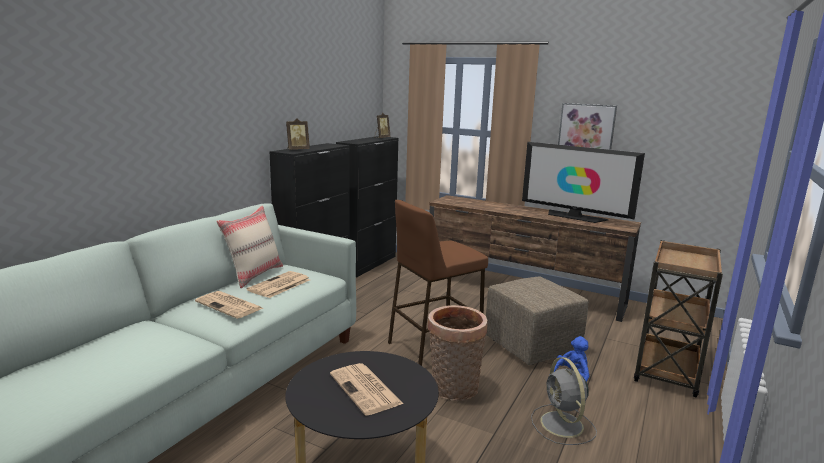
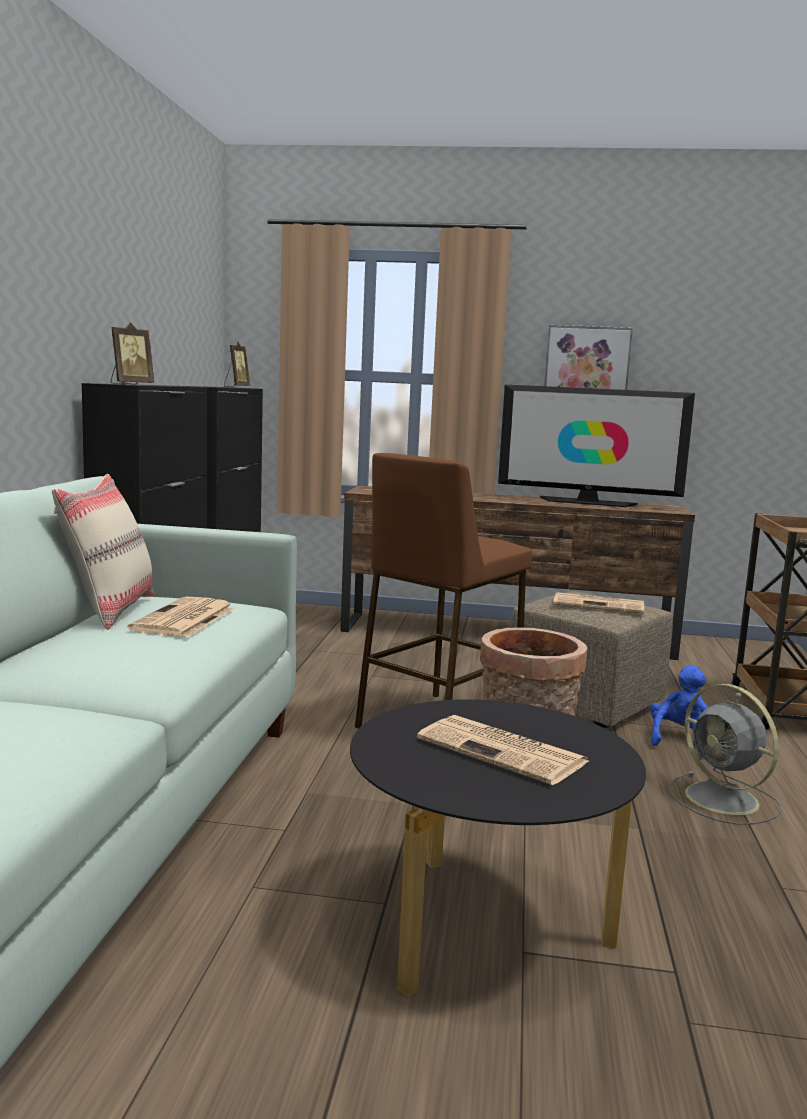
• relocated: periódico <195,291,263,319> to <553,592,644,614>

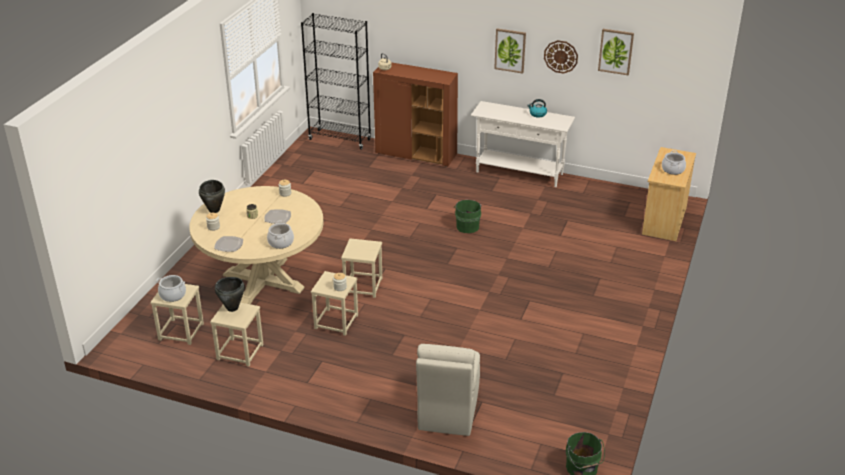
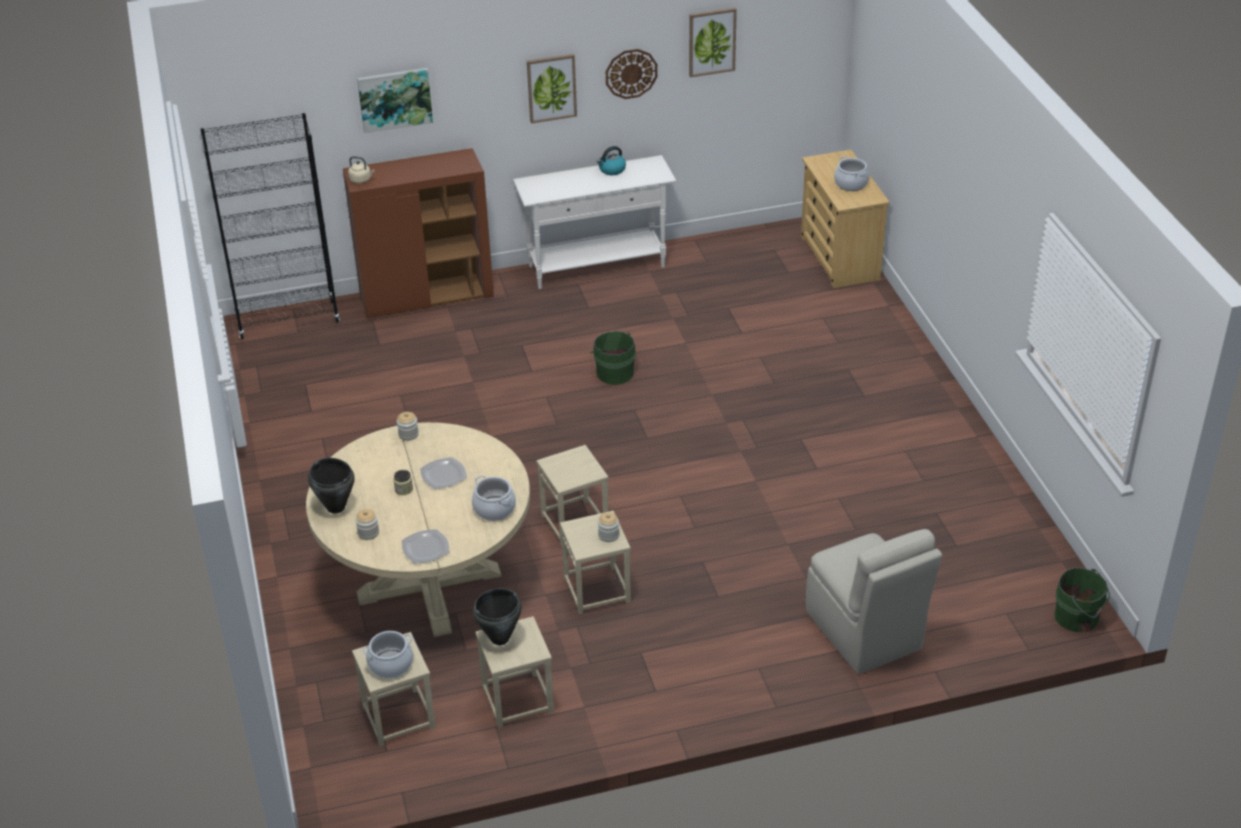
• appeared: cuadro <357,68,433,133>

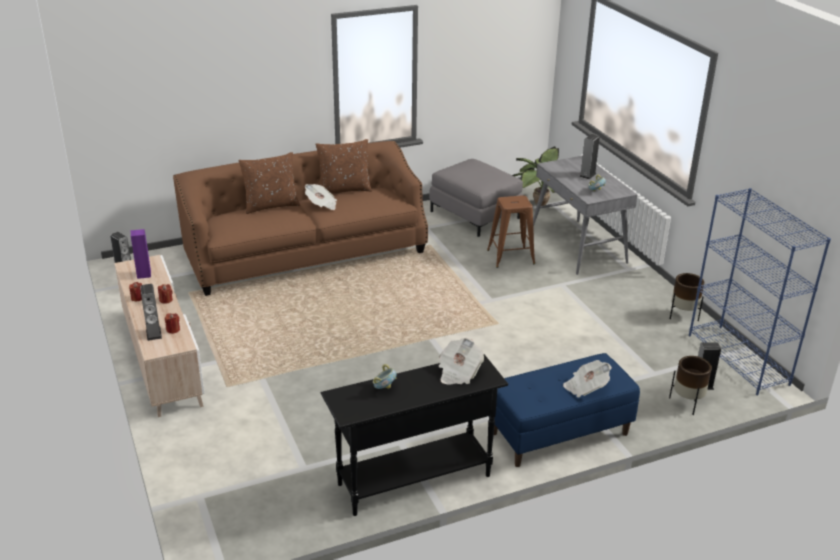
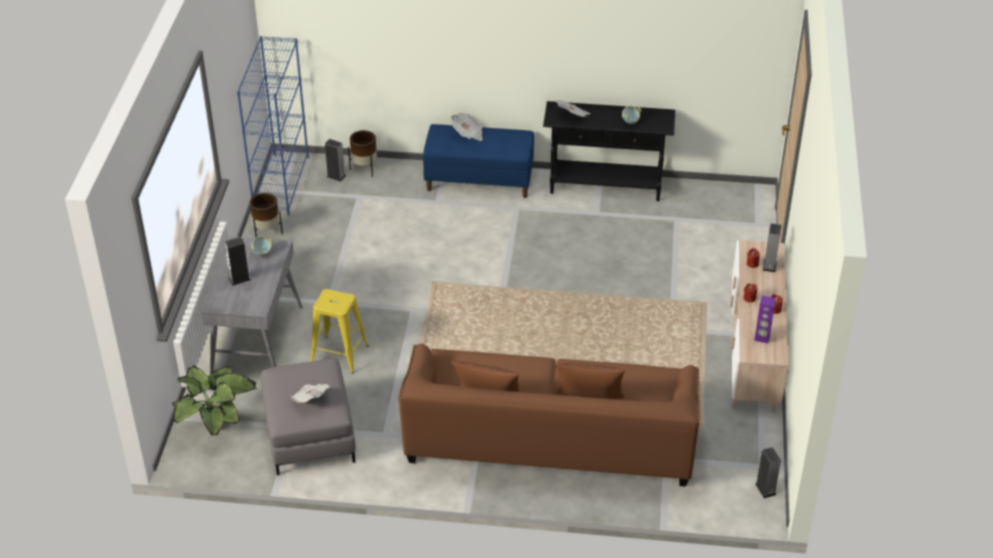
• relocated: periódico <305,184,337,210> to <290,384,330,403>
• colour: taburete [marrón] <487,195,535,268> to taburete [amarillo] <310,289,369,373>

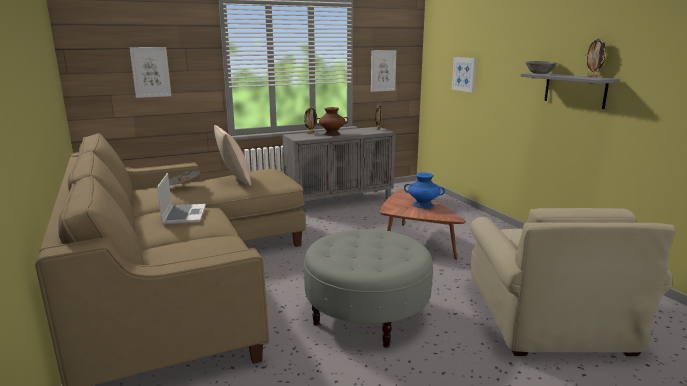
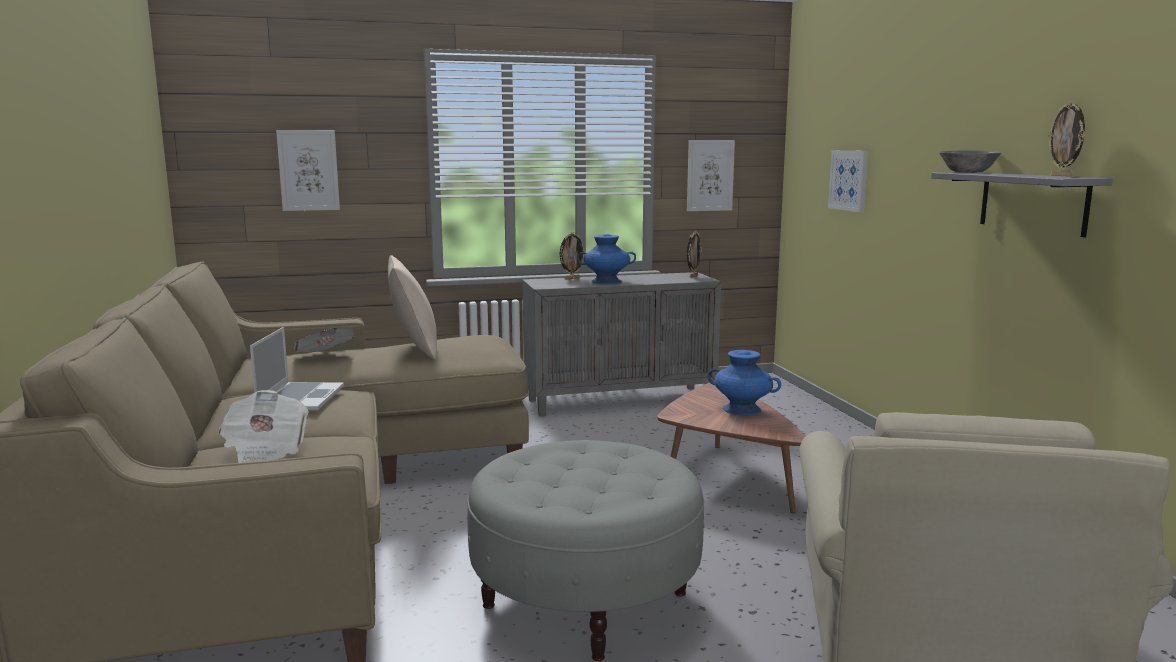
• appeared: periódico <219,390,309,463>
• colour: florero [marrón] <316,107,348,136> to florero [azul] <577,234,636,284>

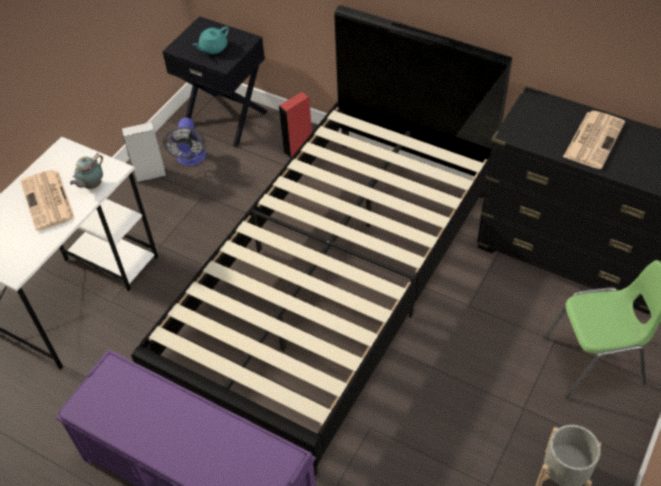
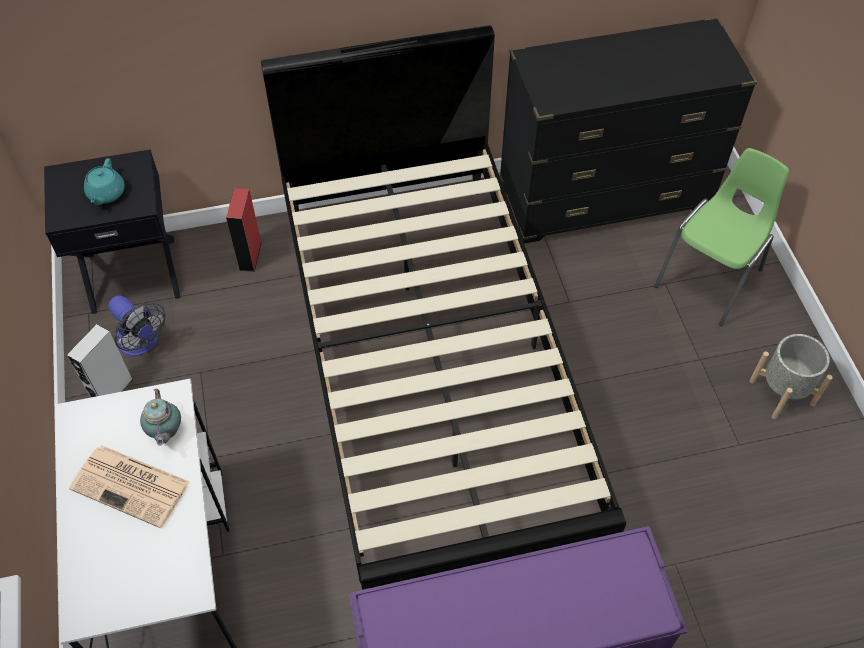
• missing: periódico <563,111,625,169>

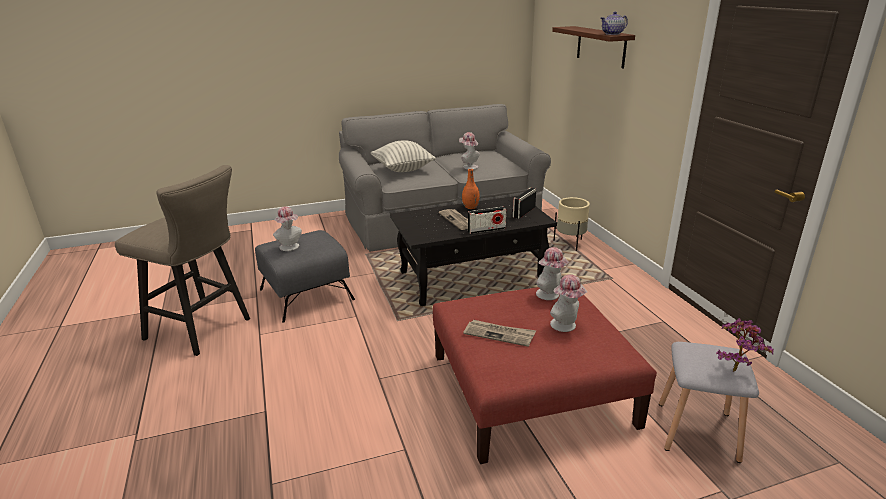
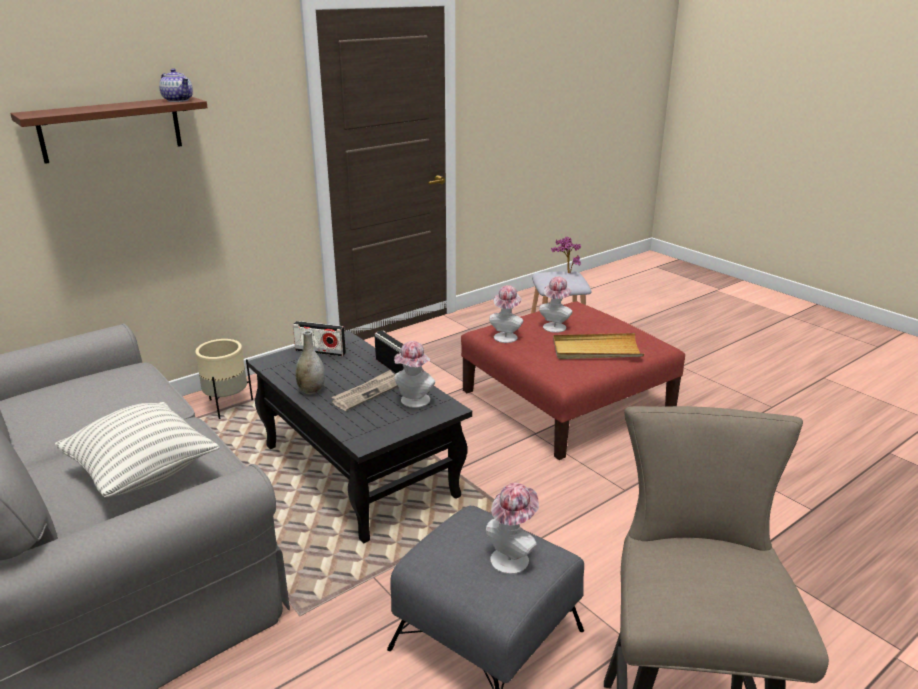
• relocated: sombrero <459,132,480,170> to <394,341,435,408>
• exchanged: periódico <463,320,536,347> to bandeja [beis] <553,333,644,359>
• colour: florero [naranja] <462,169,480,209> to florero [gris] <295,330,325,394>

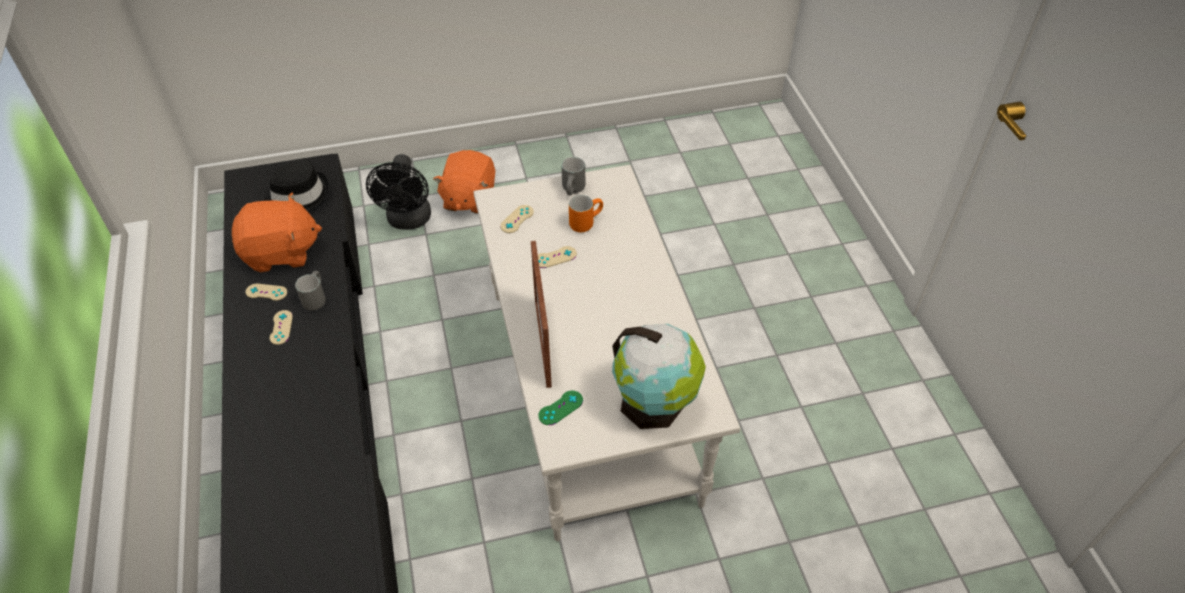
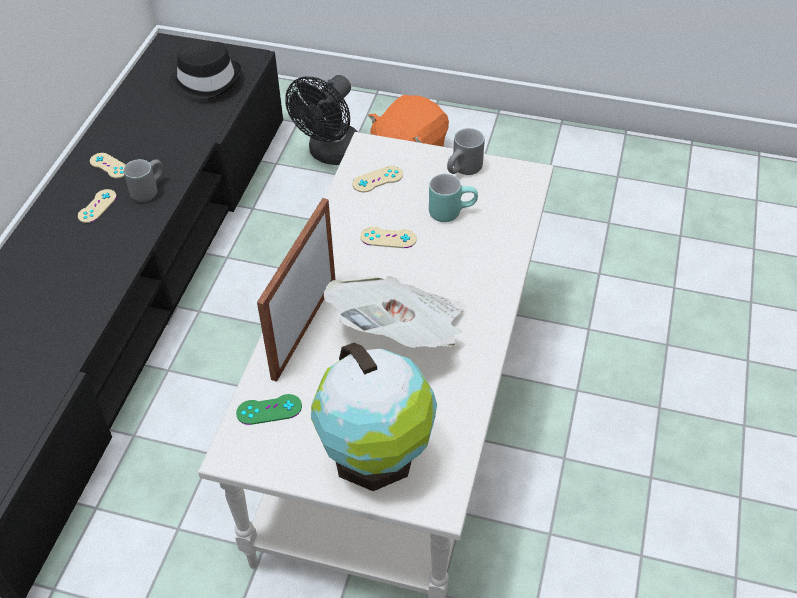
• missing: peluche [naranja] <232,193,322,272>
• appeared: periódico <324,276,465,348>
• colour: taza grande [naranja] <569,195,603,232> to taza grande [turquesa] <429,174,478,222>

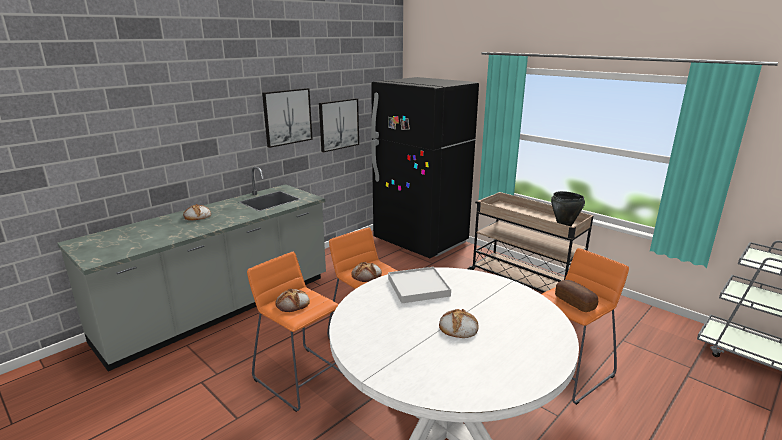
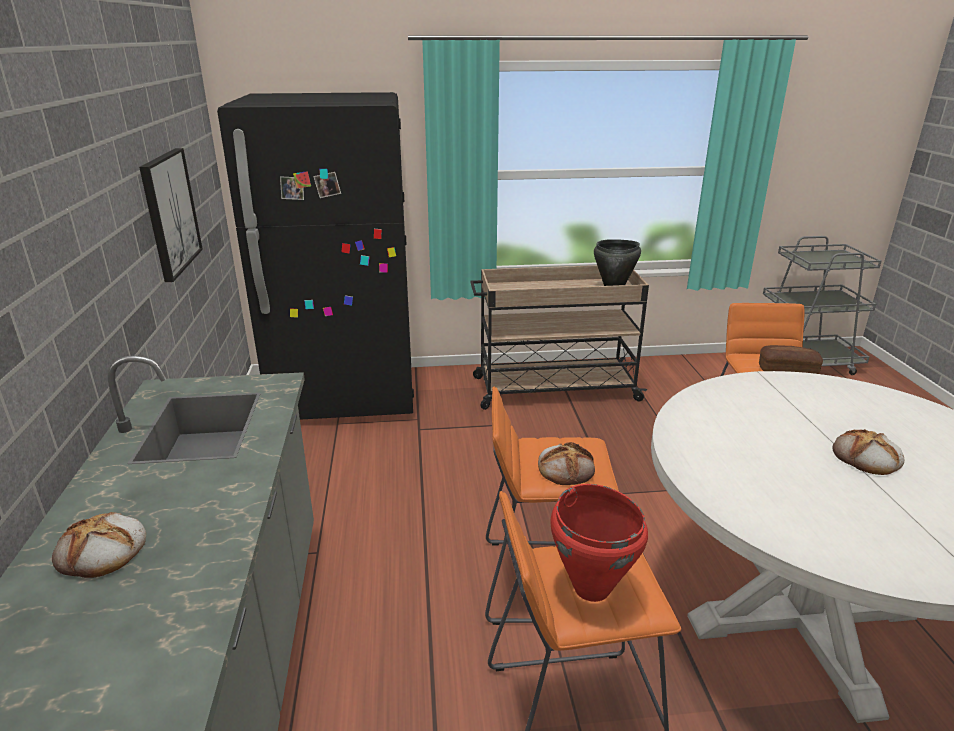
• missing: cuadro <262,88,313,148>
• missing: bandeja [blanco] <388,267,451,303>
• exchanged: pan <275,289,310,312> to olla [rojo] <550,484,648,602>

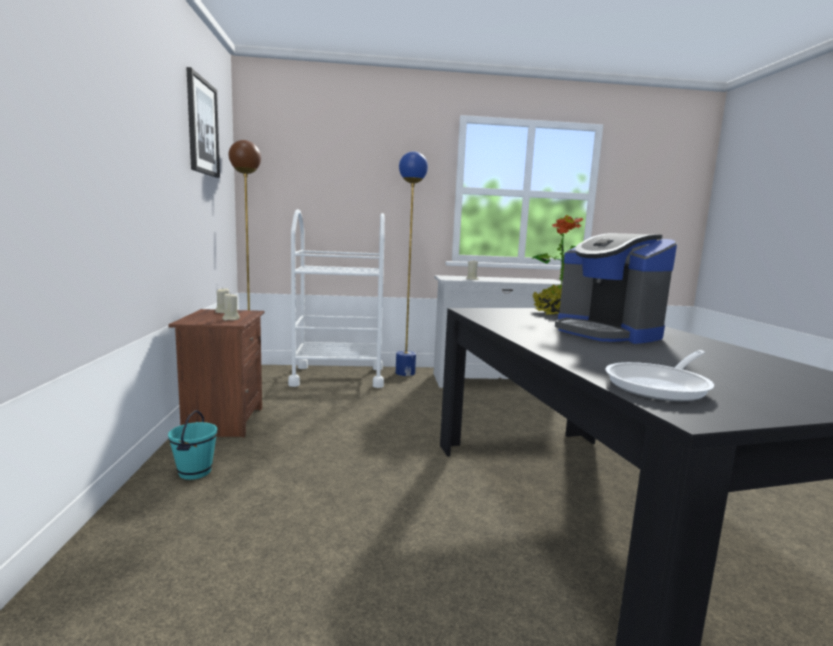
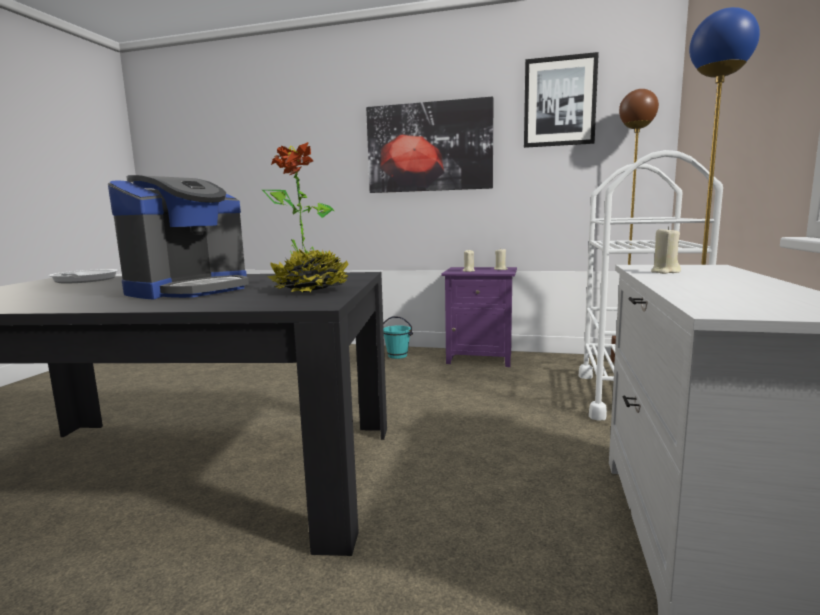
• appeared: cuadro <366,96,494,193>
• colour: mesita de noche [marrón] <168,309,264,438> to mesita de noche [morado] <441,267,517,367>
• spun: cafetera <555,233,677,344> = <108,175,249,300> 135 degrees clockwise

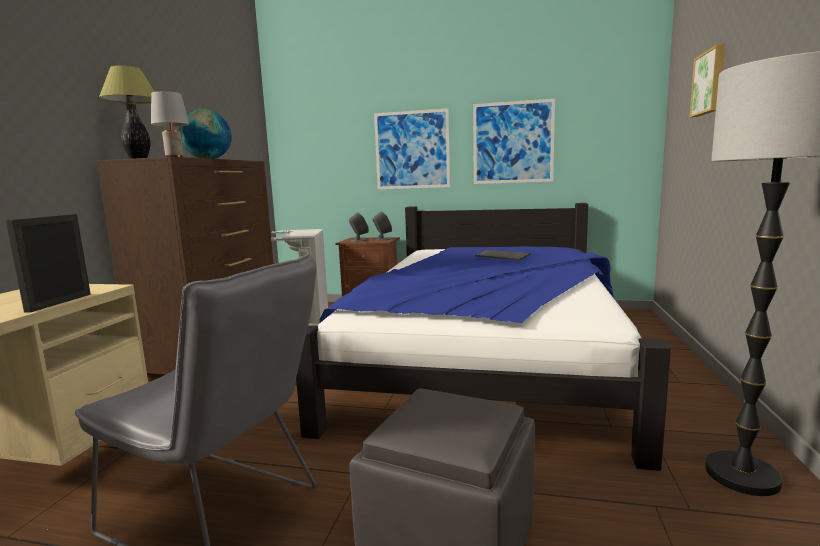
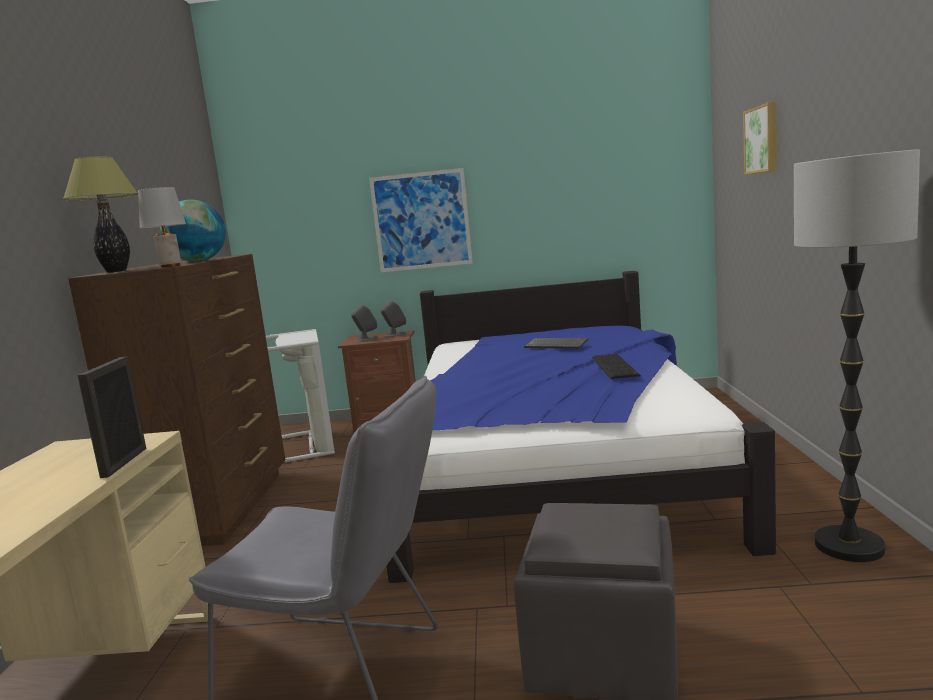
• missing: cuadro <473,99,555,184>
• appeared: teclado <592,354,641,379>

